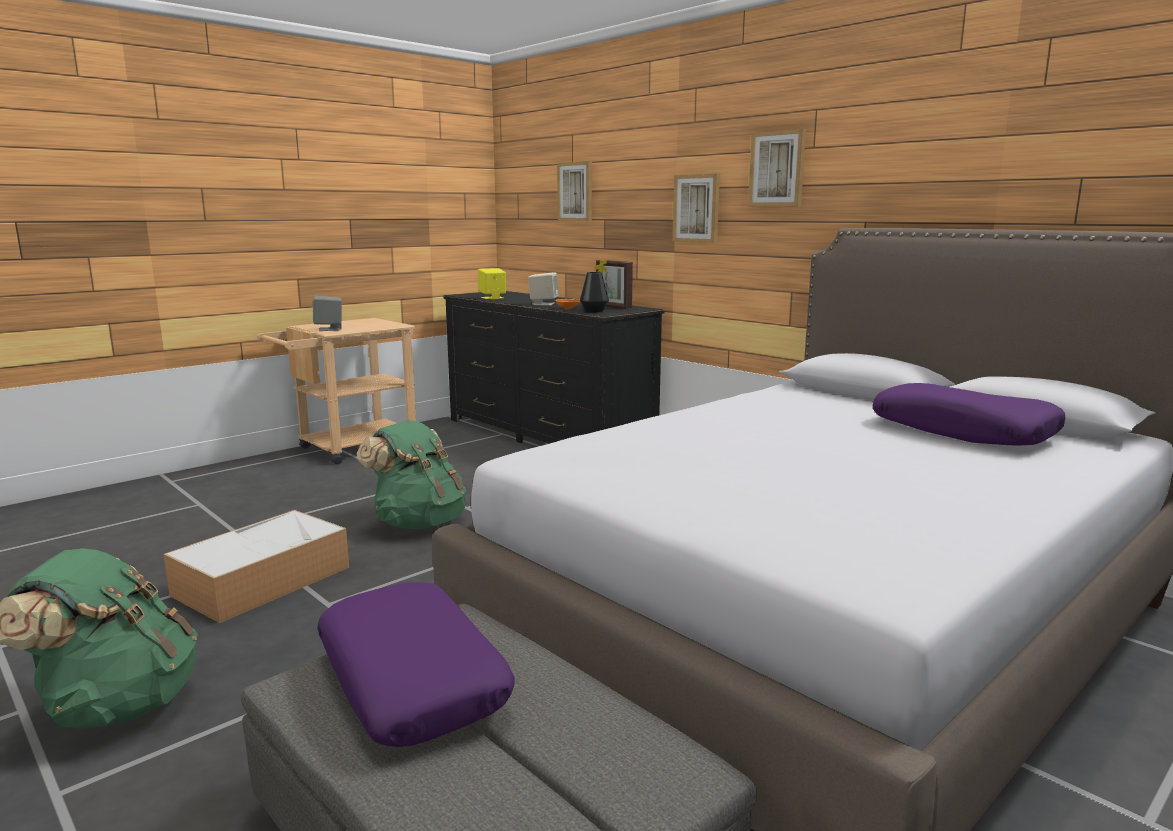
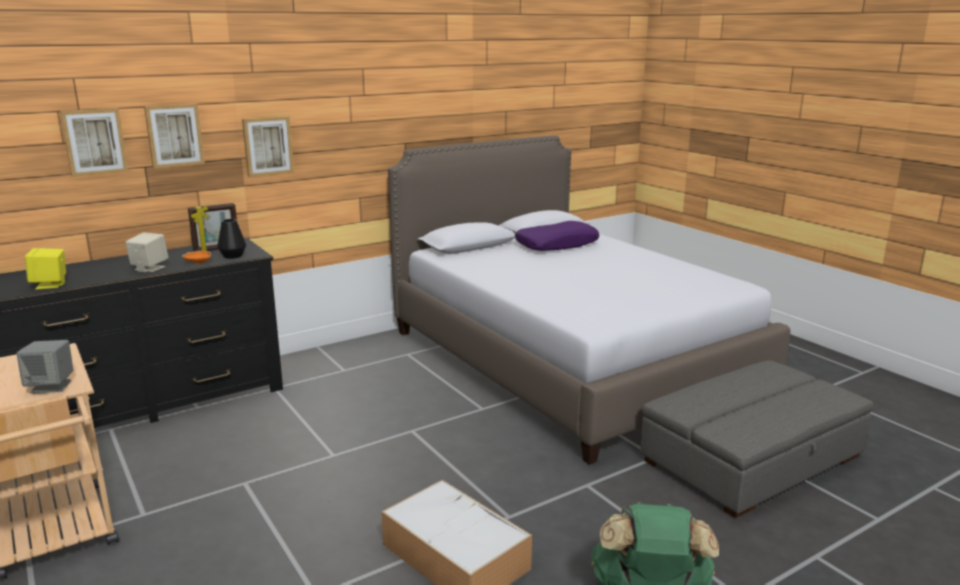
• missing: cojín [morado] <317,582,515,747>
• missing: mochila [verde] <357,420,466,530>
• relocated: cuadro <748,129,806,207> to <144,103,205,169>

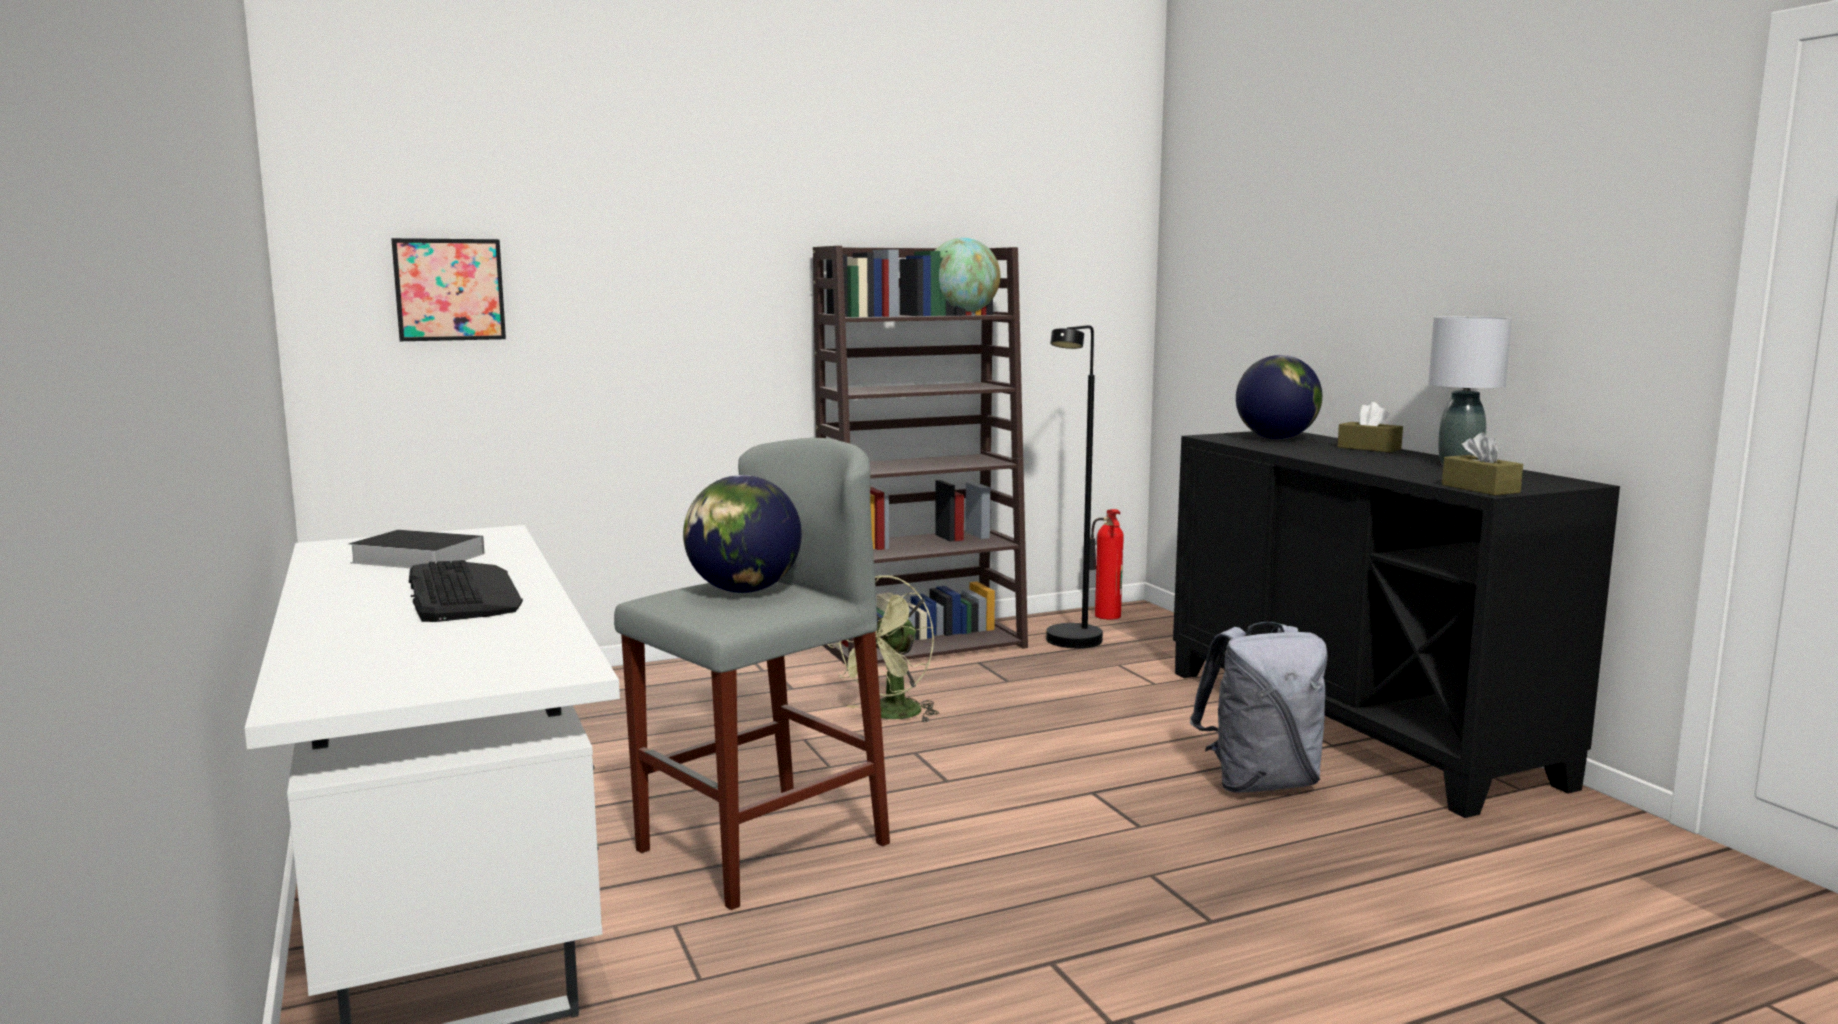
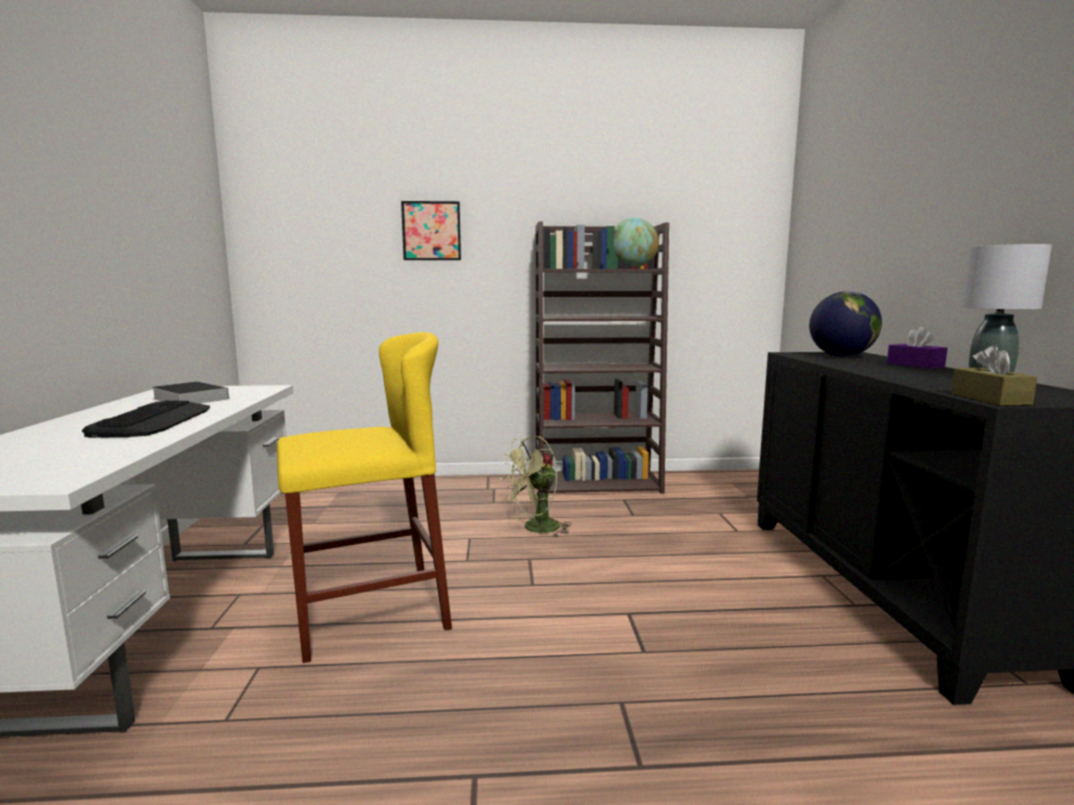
• missing: globo terráqueo <683,475,802,593>
• missing: lámpara de pie [negro] <1046,325,1103,648>
• missing: extintor <1089,509,1124,620>
• missing: mochila [gris] <1190,622,1328,792>
• relocated: cuadro <391,238,506,341> to <401,201,461,260>
• colour: taburete [gris] <614,438,890,910> to taburete [amarillo] <277,332,452,663>
• colour: caja de pañuelos [marrón] <1337,402,1403,453> to caja de pañuelos [morado] <887,327,948,369>

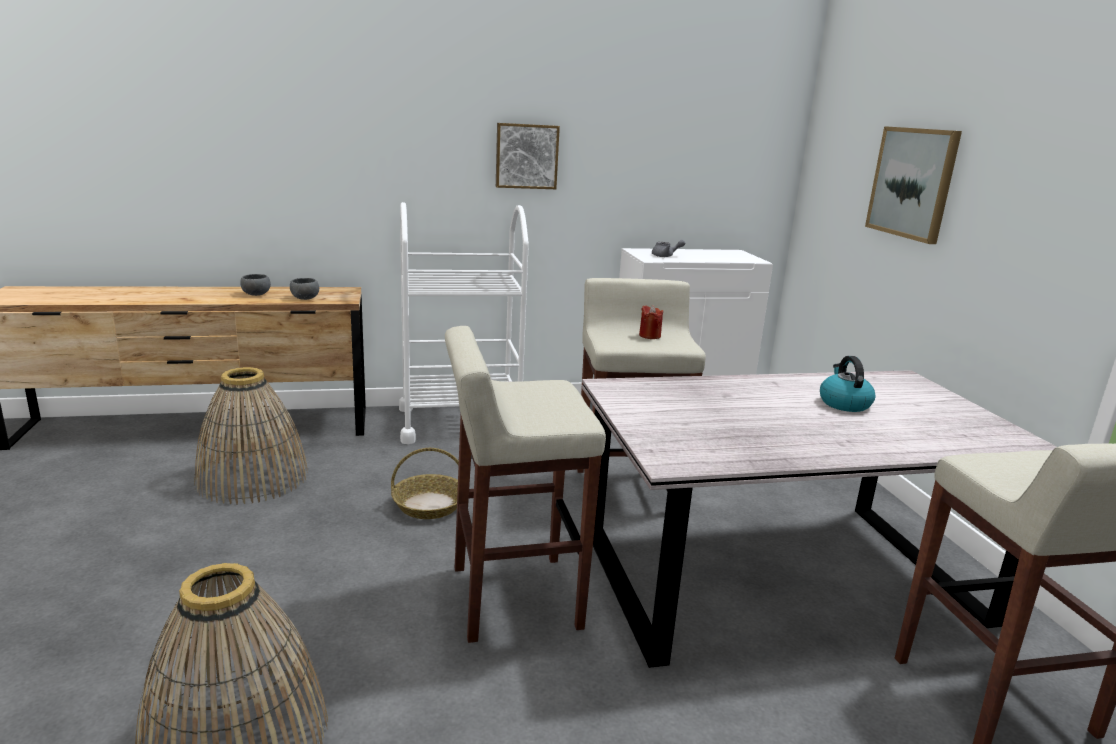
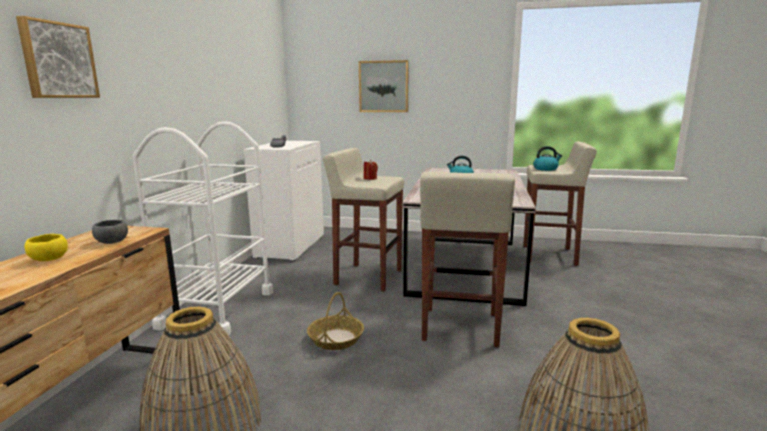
• appeared: hervidor <533,146,562,171>
• relocated: cuadro <496,123,560,189> to <16,16,100,98>
• colour: cuenco [gris] <240,274,271,296> to cuenco [amarillo] <25,234,68,261>

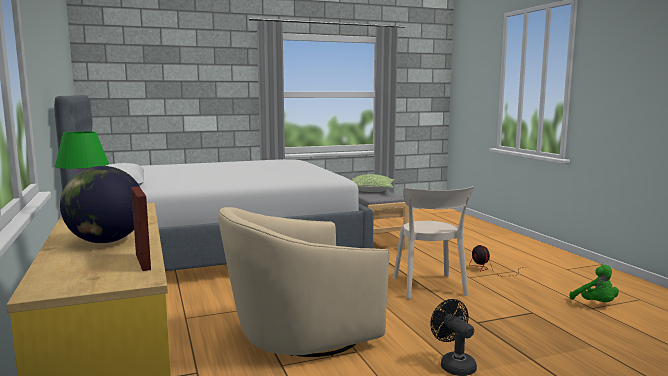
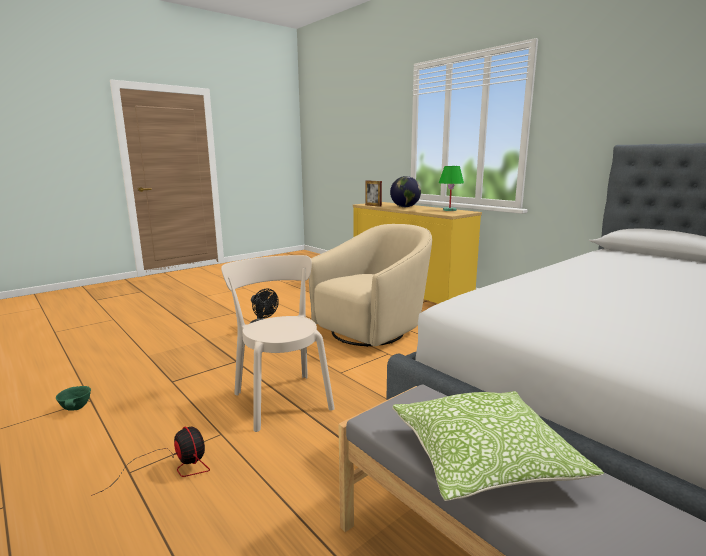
• exchanged: peluche [verde] <570,265,619,302> to cuenco [verde] <56,386,91,411>

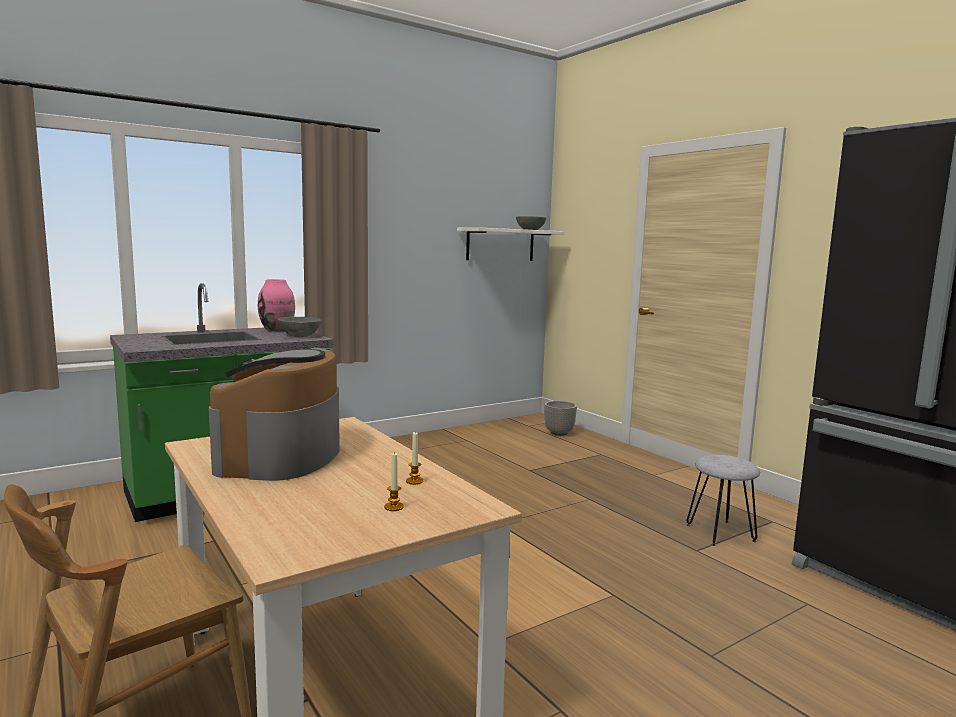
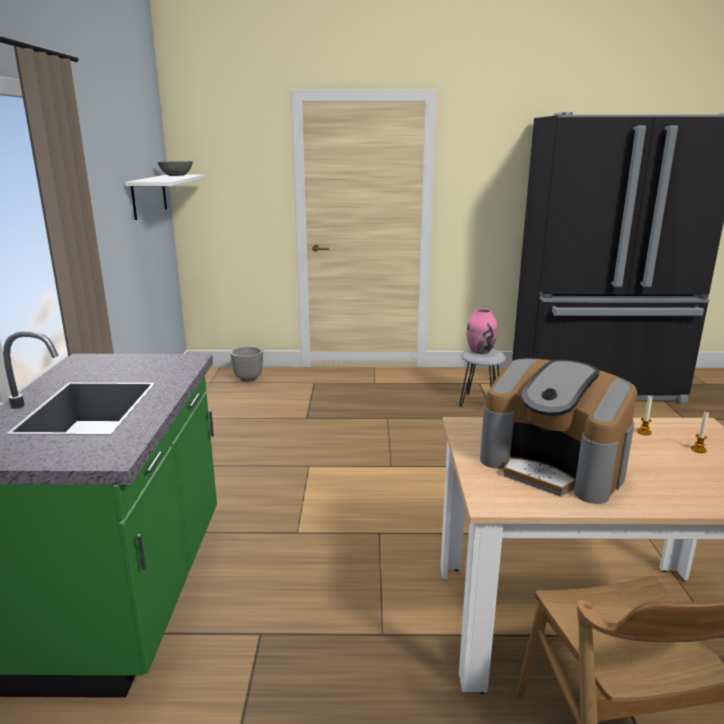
• missing: cuenco [gris] <278,317,321,337>
• relocated: florero [rosa] <258,279,295,332> to <466,308,498,354>

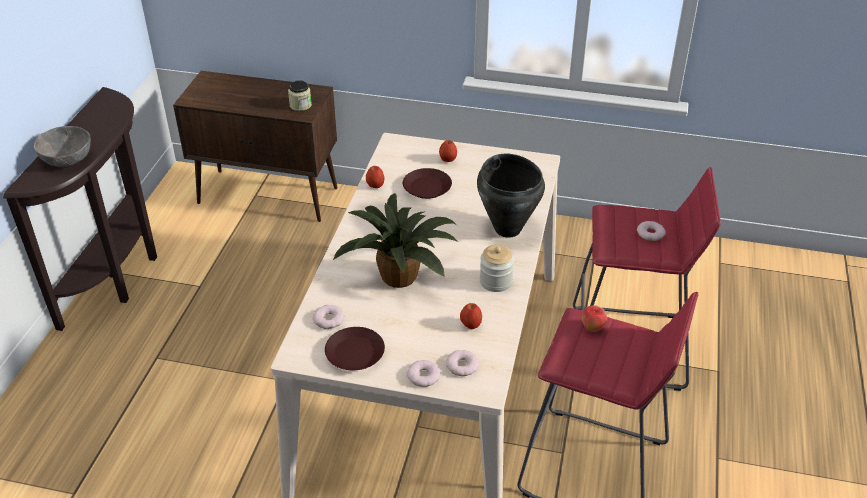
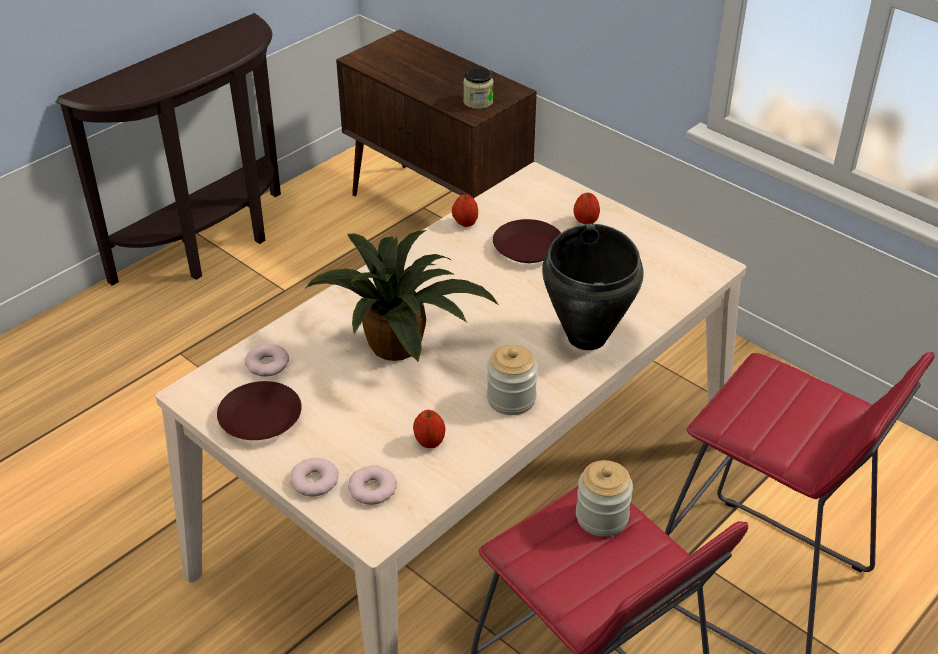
• missing: cuenco [gris] <34,126,91,167>
• missing: rosquilla <637,221,666,241>
• exchanged: manzana <582,305,607,332> to tarro <576,460,633,537>

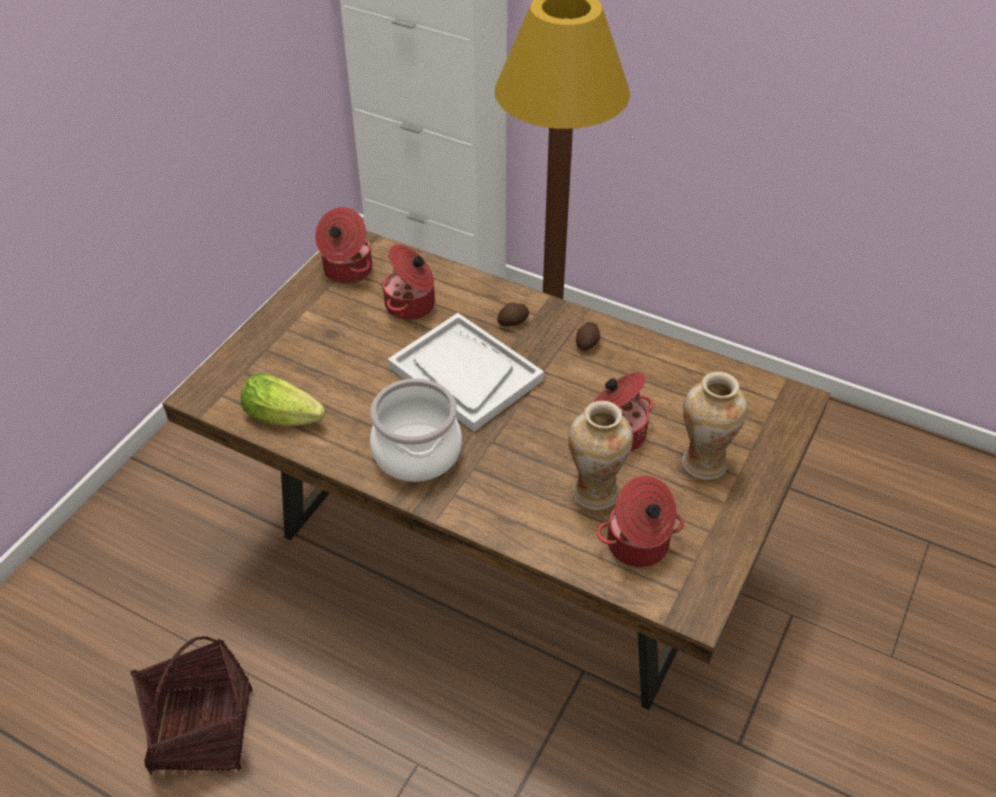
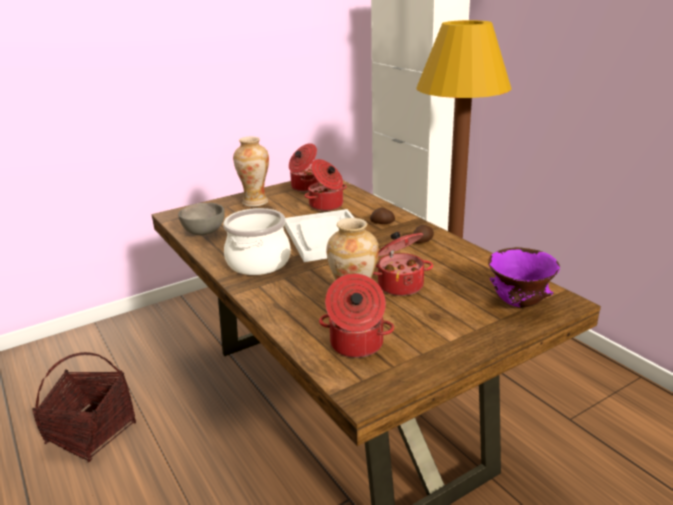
• appeared: cuenco [morado] <488,247,560,307>
• relocated: florero <682,372,748,480> to <233,137,269,207>
• exchanged: lechuga <241,373,325,426> to cuenco [gris] <178,203,225,235>

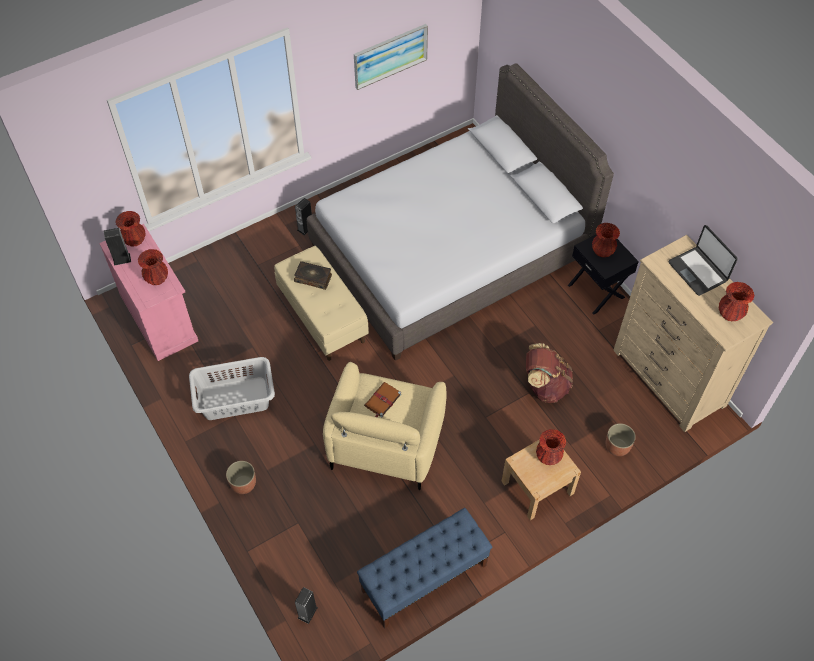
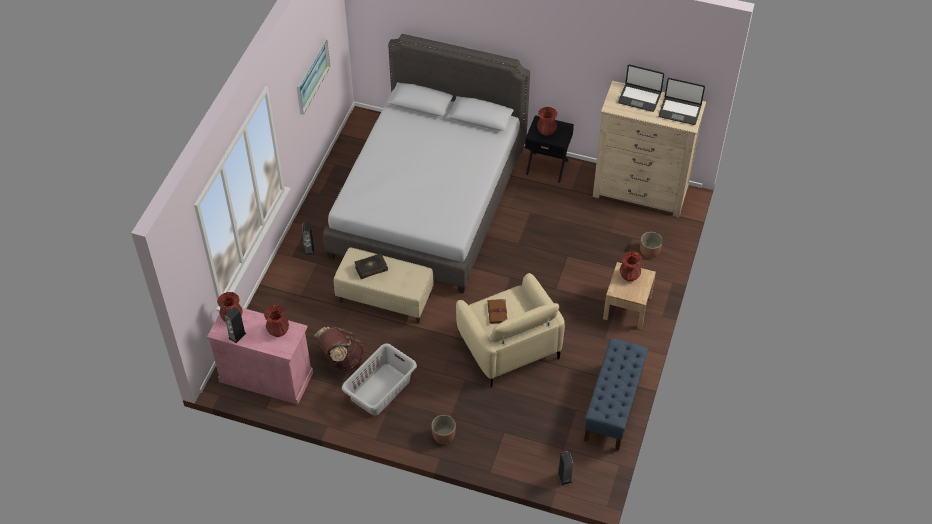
• relocated: mochila [marrón] <526,343,573,403> to <314,327,364,371>
• exchanged: florero [rojo] <719,282,754,321> to portátil <659,78,705,125>

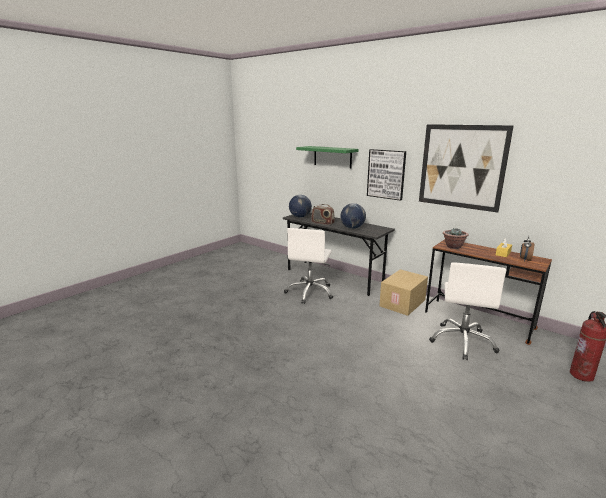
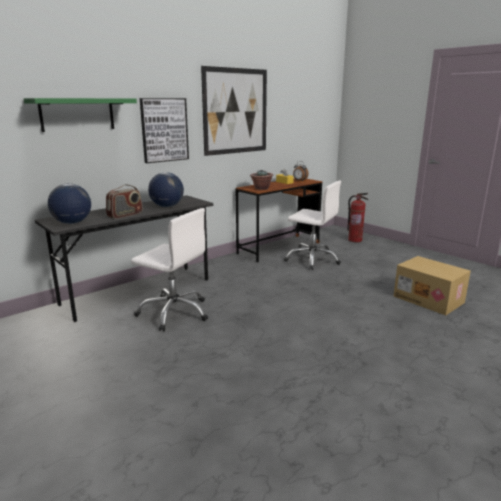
• relocated: caja de cartón <379,269,428,316> to <394,256,471,315>

